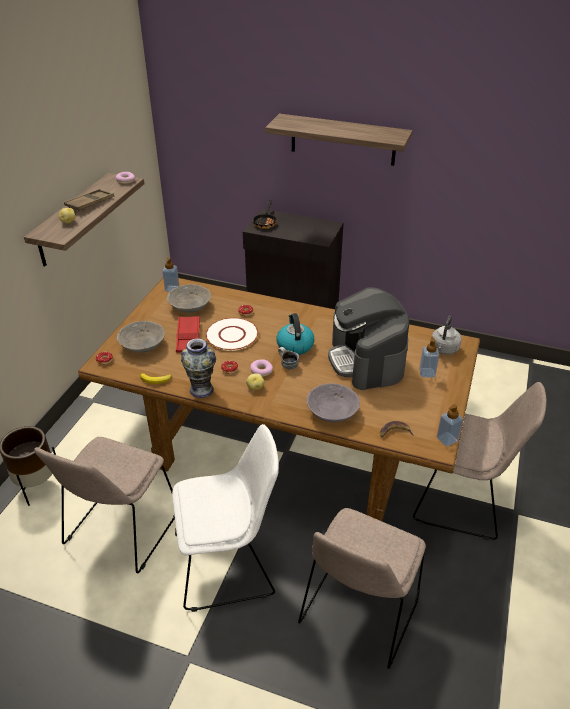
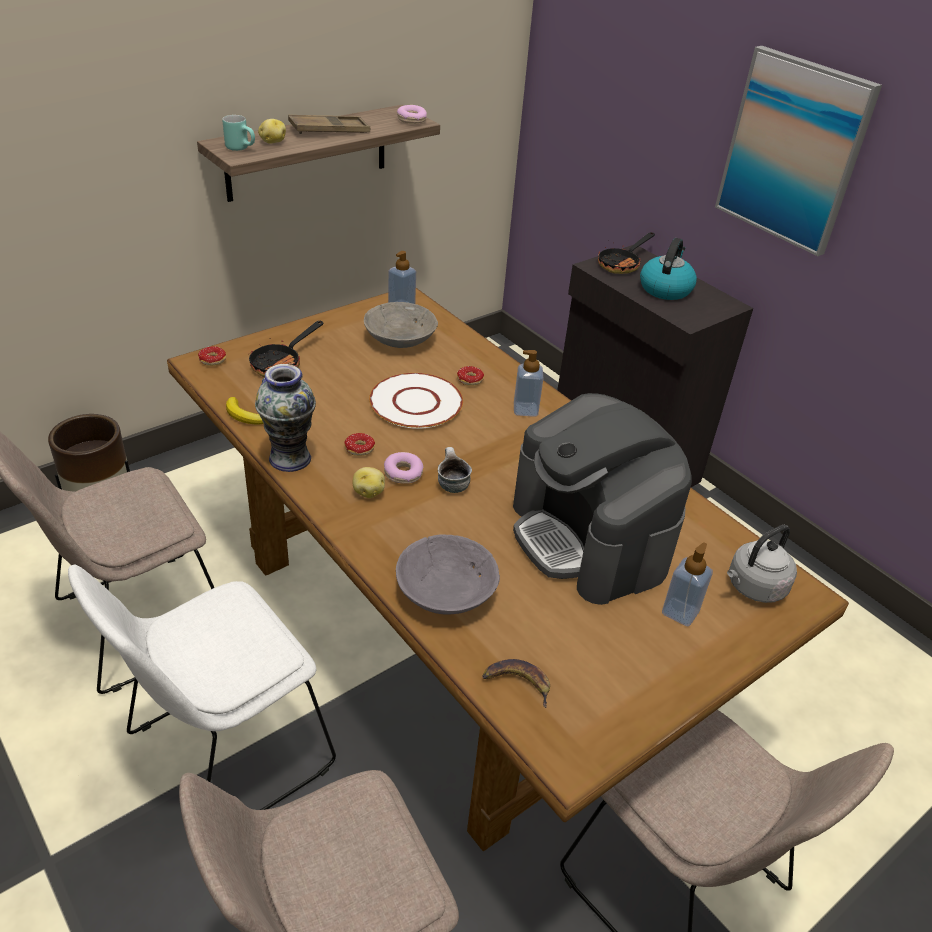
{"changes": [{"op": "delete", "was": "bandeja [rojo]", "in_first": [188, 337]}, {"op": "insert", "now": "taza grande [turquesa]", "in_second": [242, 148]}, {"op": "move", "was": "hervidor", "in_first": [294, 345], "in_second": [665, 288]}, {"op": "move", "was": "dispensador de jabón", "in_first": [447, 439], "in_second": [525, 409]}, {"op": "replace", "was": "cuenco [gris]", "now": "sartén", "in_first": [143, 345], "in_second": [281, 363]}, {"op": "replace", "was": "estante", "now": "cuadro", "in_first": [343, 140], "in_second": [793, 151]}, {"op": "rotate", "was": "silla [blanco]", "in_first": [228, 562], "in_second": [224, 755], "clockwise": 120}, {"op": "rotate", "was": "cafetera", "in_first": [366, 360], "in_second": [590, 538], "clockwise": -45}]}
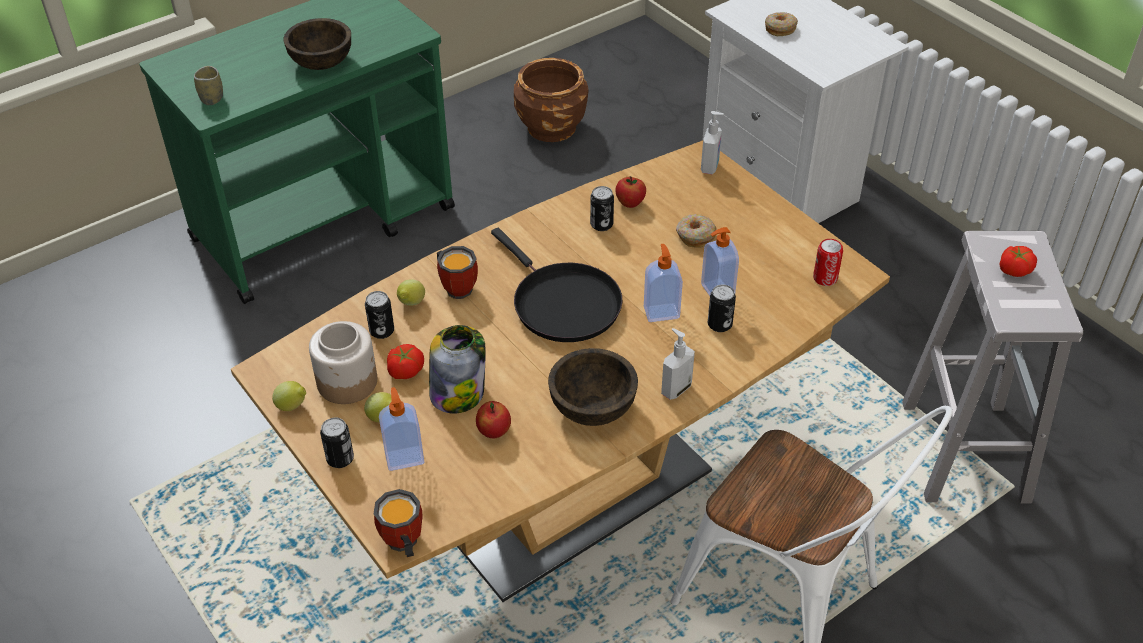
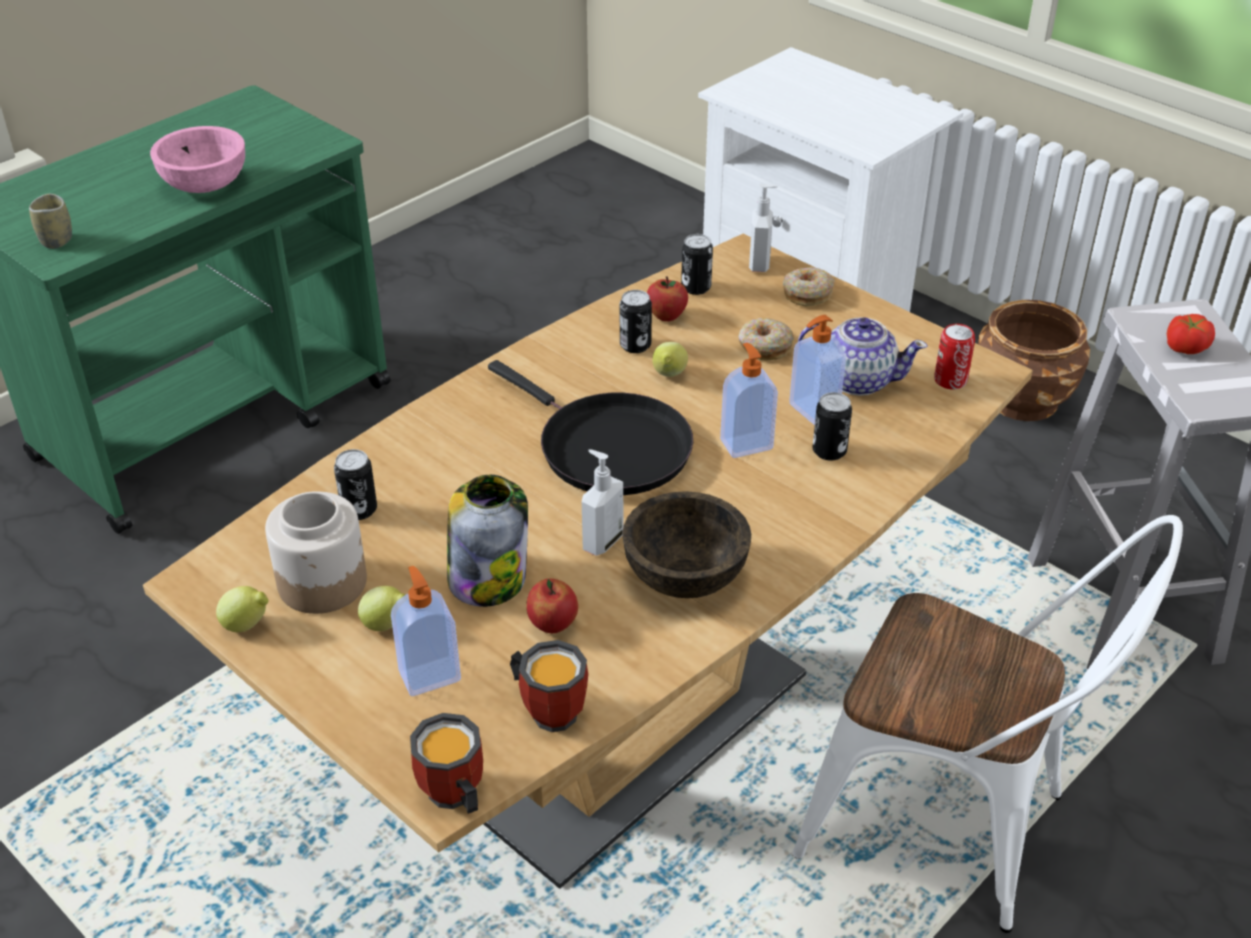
{"changes": [{"op": "delete", "was": "tomate", "in_first": [405, 370]}, {"op": "insert", "now": "tetera", "in_second": [856, 380]}, {"op": "move", "was": "lata", "in_first": [340, 459], "in_second": [696, 288]}, {"op": "move", "was": "limón", "in_first": [411, 304], "in_second": [669, 376]}, {"op": "move", "was": "taza grande", "in_first": [458, 286], "in_second": [550, 708]}, {"op": "move", "was": "maceta [marrón]", "in_first": [552, 127], "in_second": [1023, 399]}, {"op": "move", "was": "dispensador de jabón", "in_first": [675, 389], "in_second": [602, 541]}, {"op": "move", "was": "rosquilla", "in_first": [780, 29], "in_second": [807, 294]}, {"op": "recolor", "was": "cuenco [marrón]", "now": "cuenco [rosa]", "in_first": [322, 62], "in_second": [205, 184]}]}
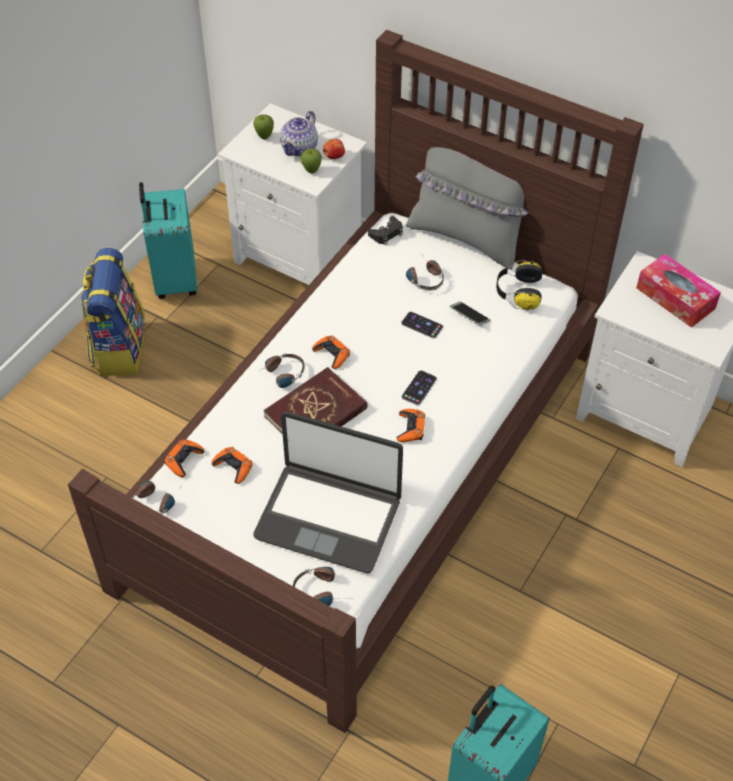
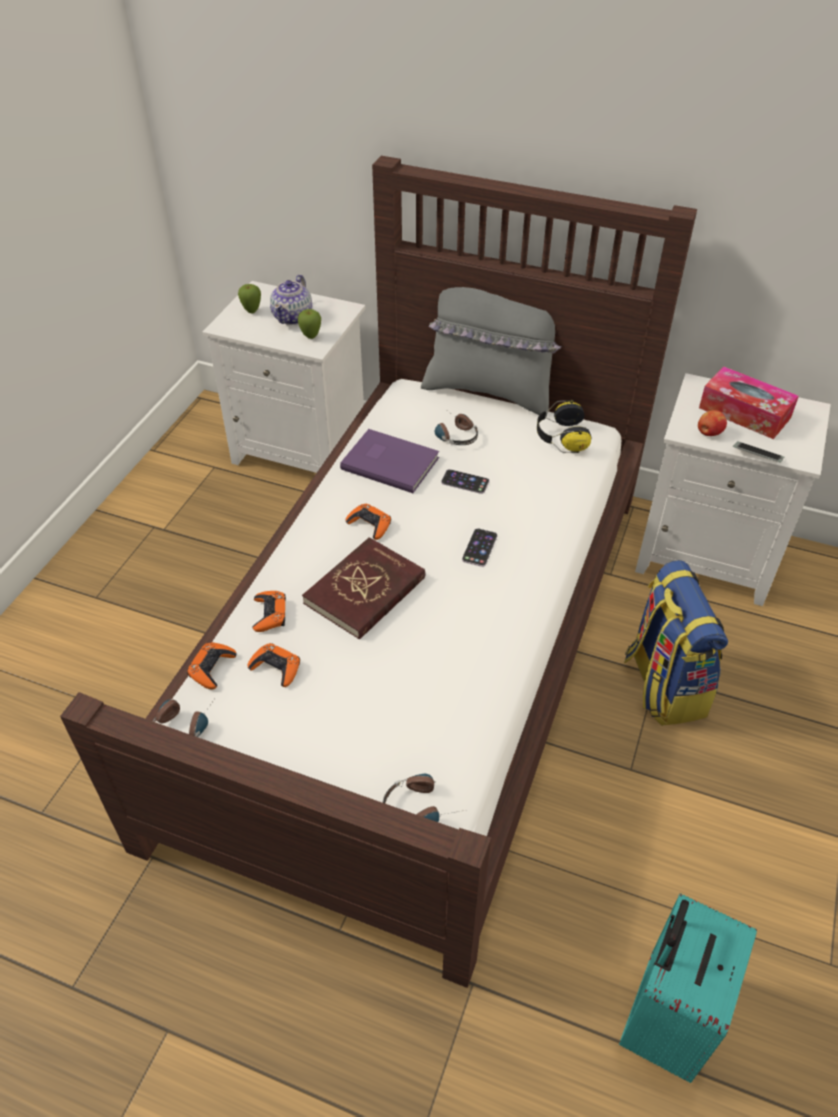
{"changes": [{"op": "delete", "was": "maleta [turquesa]", "in_first": [174, 280]}, {"op": "delete", "was": "portátil", "in_first": [328, 517]}, {"op": "delete", "was": "auriculares", "in_first": [279, 376]}, {"op": "delete", "was": "mando de consola [negro]", "in_first": [387, 234]}, {"op": "insert", "now": "libro [morado]", "in_second": [390, 461]}, {"op": "move", "was": "mochila", "in_first": [118, 347], "in_second": [663, 685]}, {"op": "move", "was": "manzana", "in_first": [333, 156], "in_second": [708, 433]}, {"op": "move", "was": "mando de consola [naranja]", "in_first": [410, 428], "in_second": [270, 614]}, {"op": "move", "was": "móvil", "in_first": [469, 316], "in_second": [757, 456]}]}
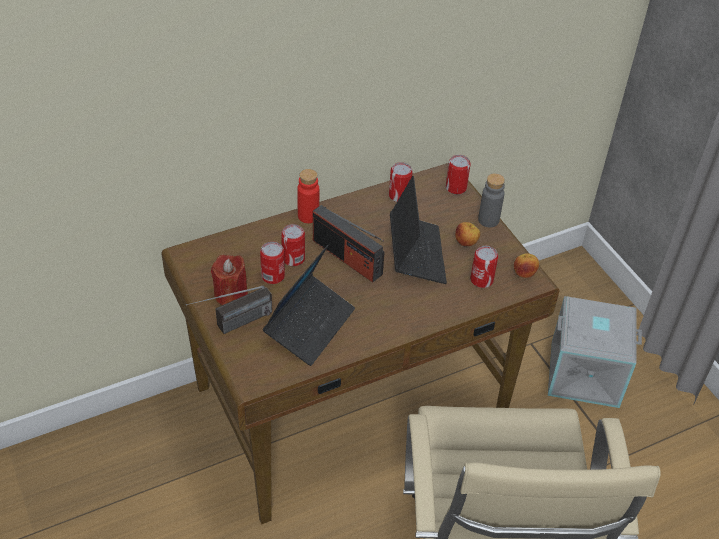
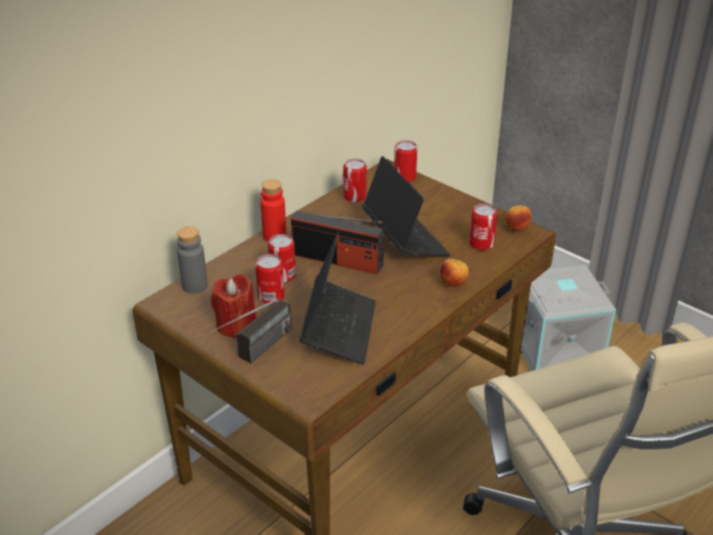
{"changes": [{"op": "move", "was": "manzana", "in_first": [466, 243], "in_second": [453, 283]}, {"op": "move", "was": "botella [gris]", "in_first": [488, 220], "in_second": [195, 286]}]}
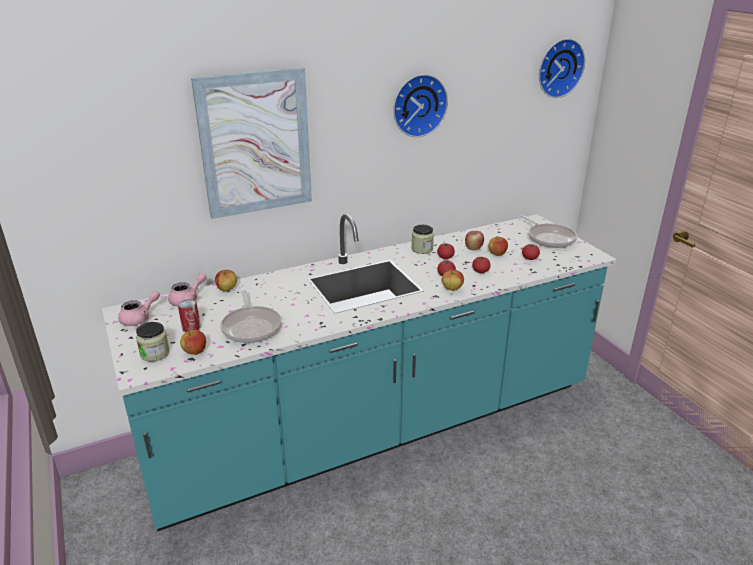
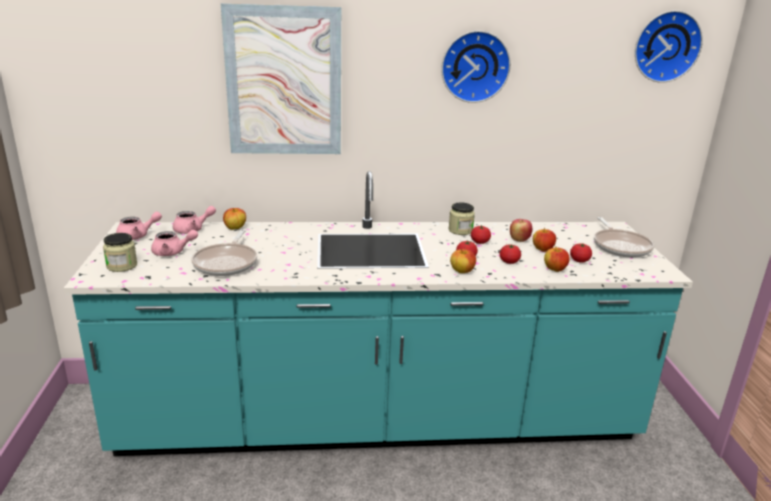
{"changes": [{"op": "move", "was": "manzana", "in_first": [195, 352], "in_second": [554, 269]}, {"op": "replace", "was": "lata", "now": "tetera [rosa]", "in_first": [191, 328], "in_second": [173, 252]}]}
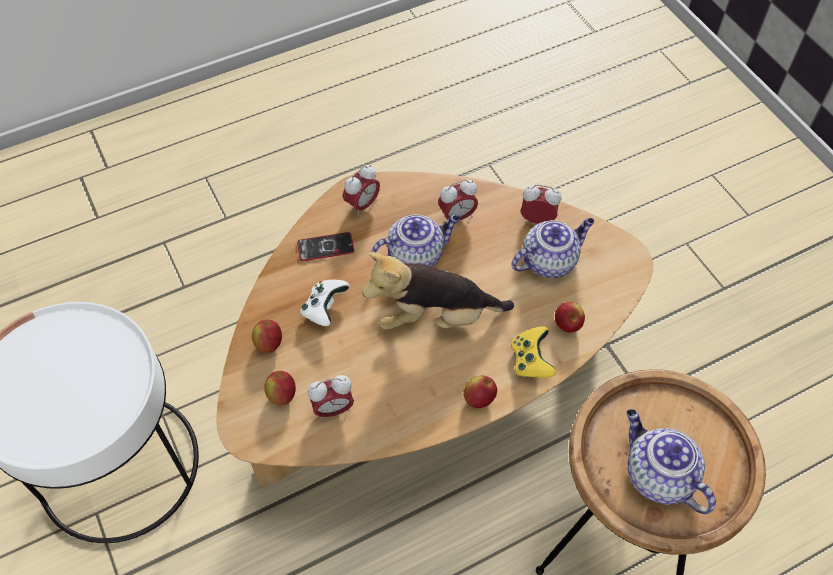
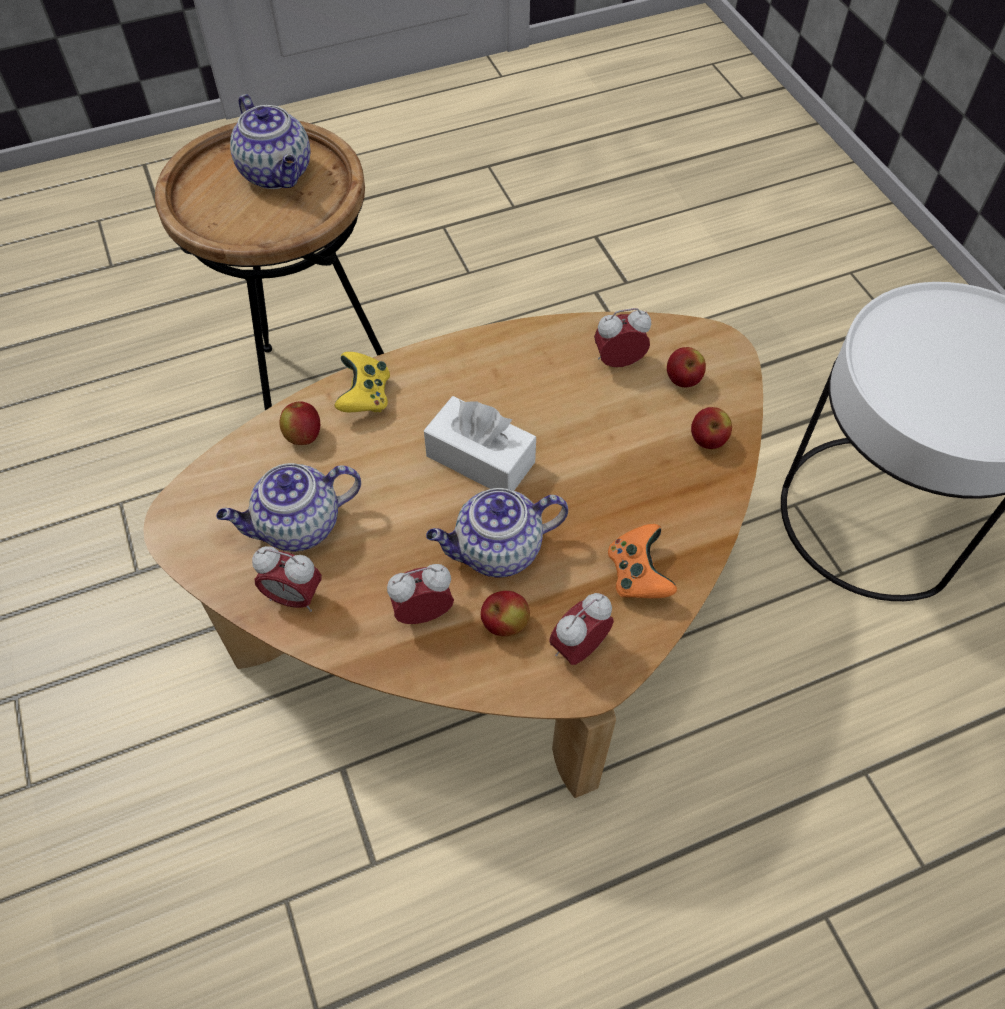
{"changes": [{"op": "delete", "was": "mando de consola [blanco]", "in_first": [324, 308]}, {"op": "move", "was": "manzana", "in_first": [479, 399], "in_second": [505, 624]}, {"op": "replace", "was": "móvil", "now": "mando de consola [naranja]", "in_first": [325, 247], "in_second": [638, 574]}, {"op": "replace", "was": "peluche", "now": "caja de pañuelos [blanco]", "in_first": [435, 317], "in_second": [480, 459]}]}
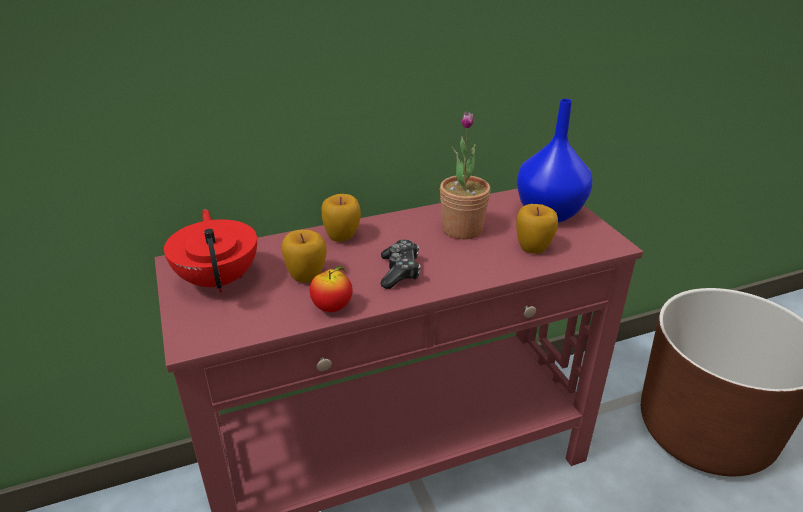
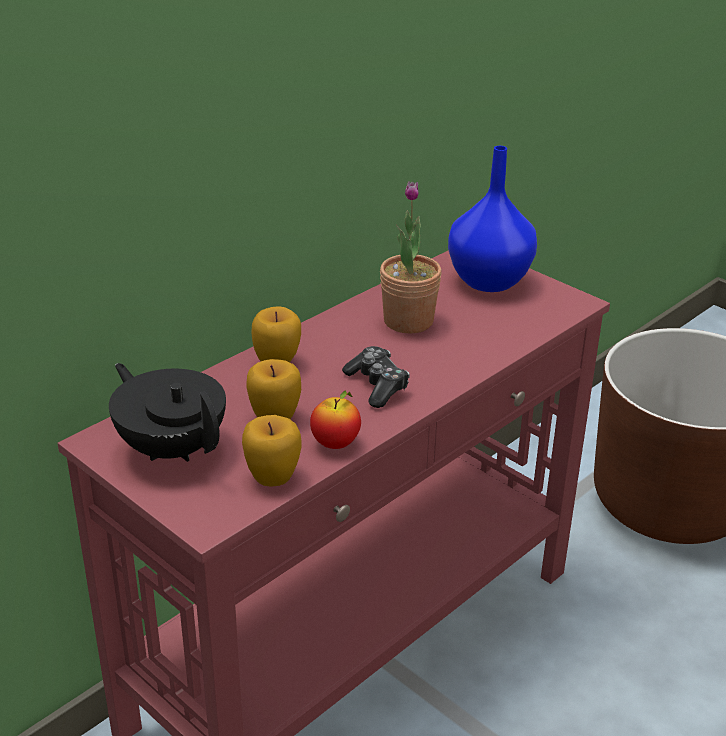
{"changes": [{"op": "move", "was": "manzana", "in_first": [533, 248], "in_second": [273, 477]}, {"op": "recolor", "was": "tetera [rojo]", "now": "tetera [negro]", "in_first": [219, 279], "in_second": [172, 447]}]}
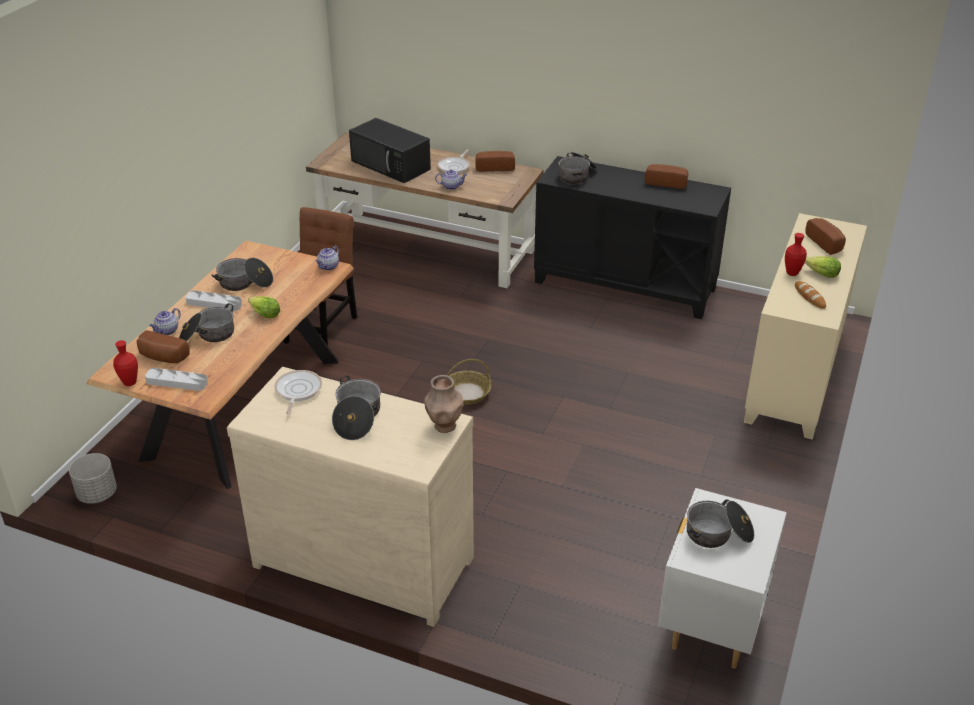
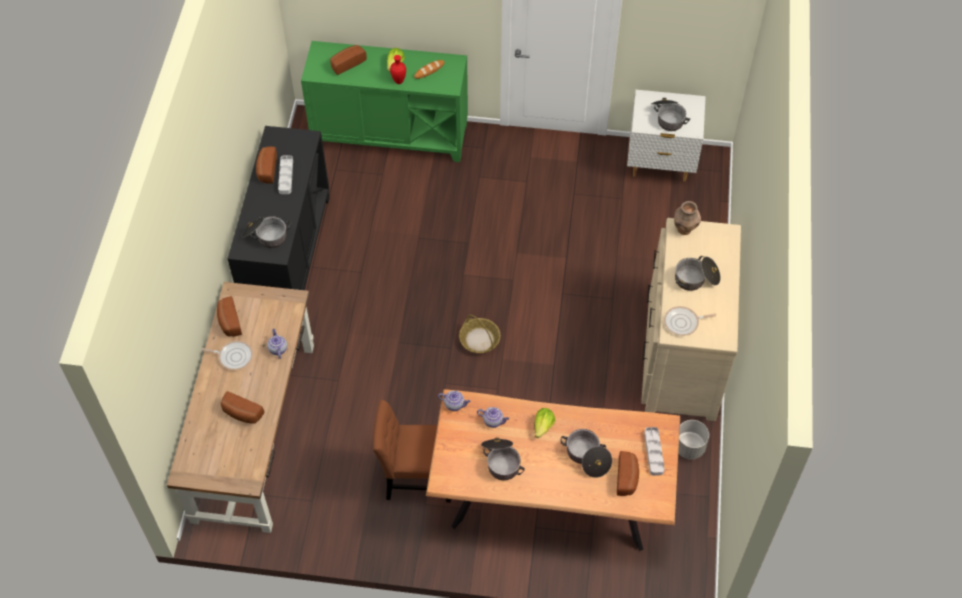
{"changes": [{"op": "delete", "was": "florero [rojo]", "in_first": [130, 383]}, {"op": "move", "was": "maceta [gris]", "in_first": [97, 494], "in_second": [689, 447]}, {"op": "move", "was": "tetera", "in_first": [167, 331], "in_second": [493, 421]}, {"op": "move", "was": "bandeja [gris]", "in_first": [214, 303], "in_second": [286, 176]}, {"op": "replace", "was": "microondas [negro]", "now": "pan", "in_first": [391, 165], "in_second": [241, 414]}, {"op": "recolor", "was": "armario [beis]", "now": "armario [verde]", "in_first": [796, 374], "in_second": [390, 135]}]}
